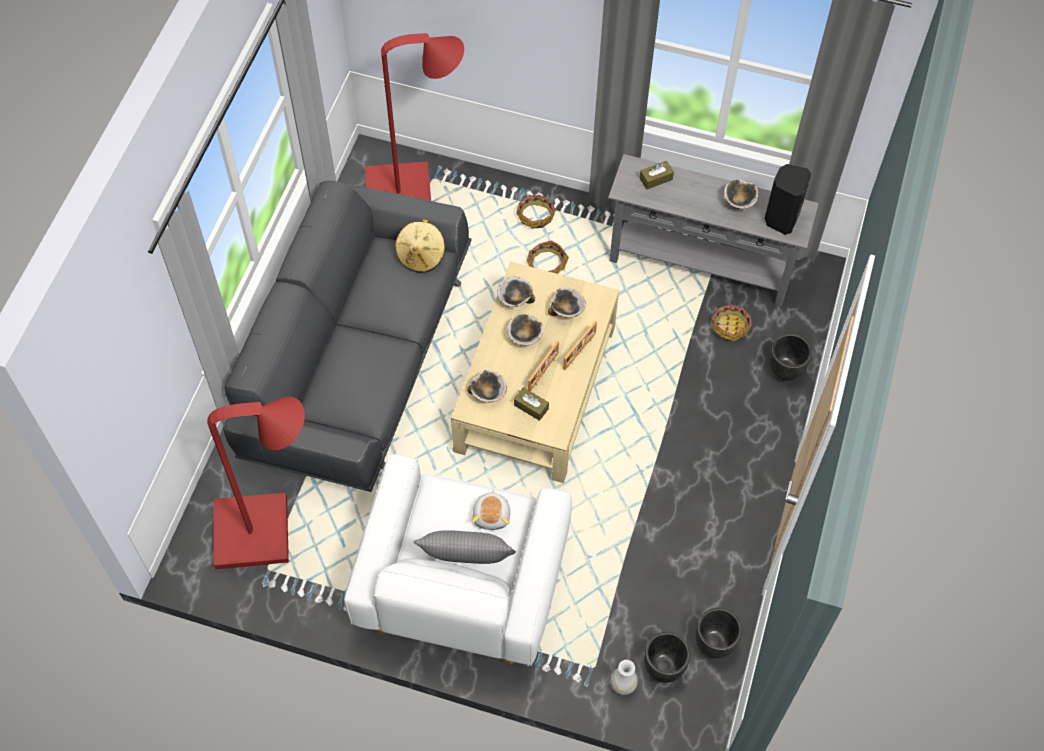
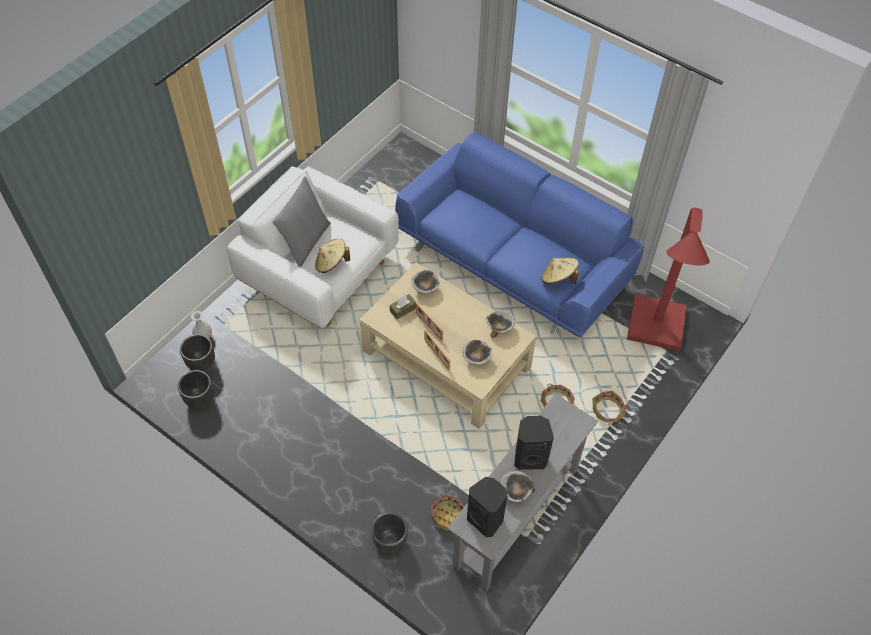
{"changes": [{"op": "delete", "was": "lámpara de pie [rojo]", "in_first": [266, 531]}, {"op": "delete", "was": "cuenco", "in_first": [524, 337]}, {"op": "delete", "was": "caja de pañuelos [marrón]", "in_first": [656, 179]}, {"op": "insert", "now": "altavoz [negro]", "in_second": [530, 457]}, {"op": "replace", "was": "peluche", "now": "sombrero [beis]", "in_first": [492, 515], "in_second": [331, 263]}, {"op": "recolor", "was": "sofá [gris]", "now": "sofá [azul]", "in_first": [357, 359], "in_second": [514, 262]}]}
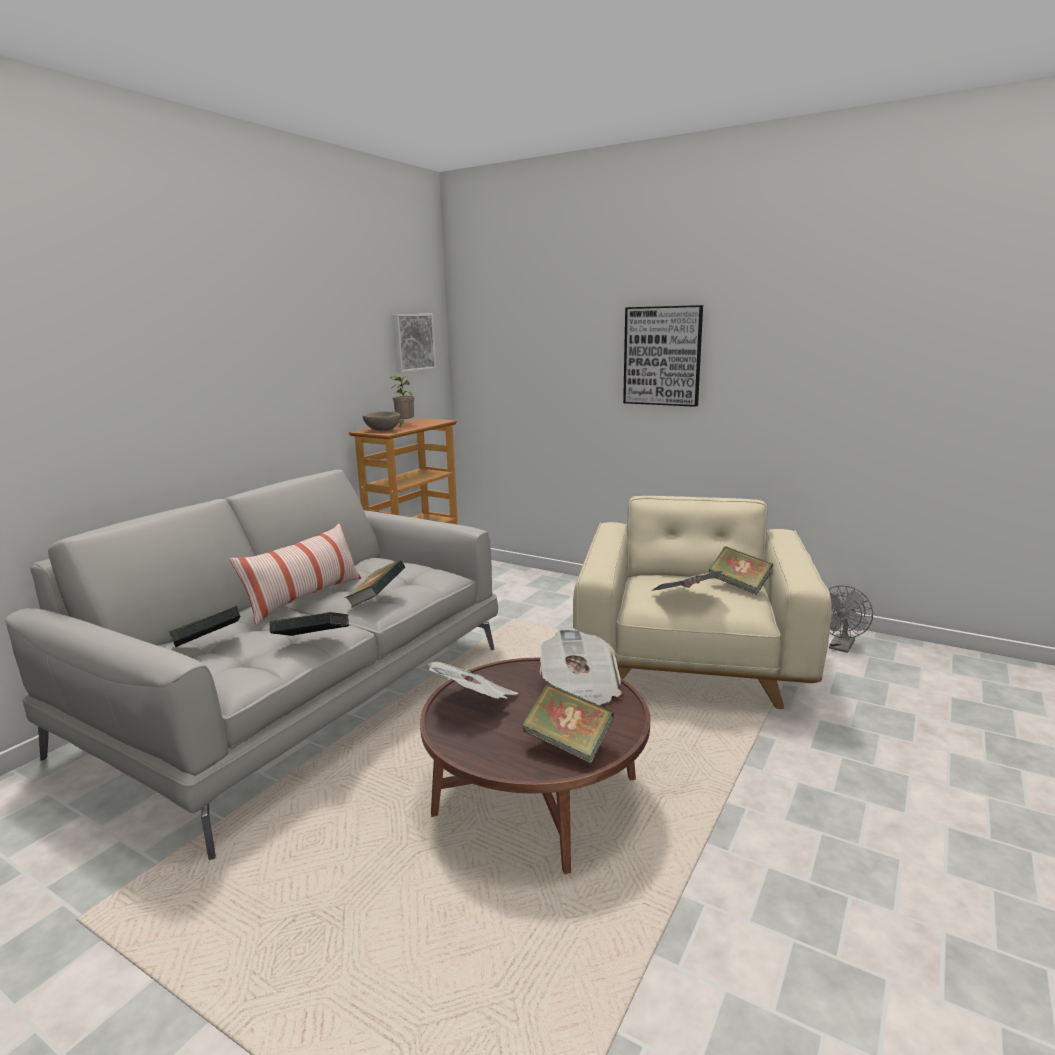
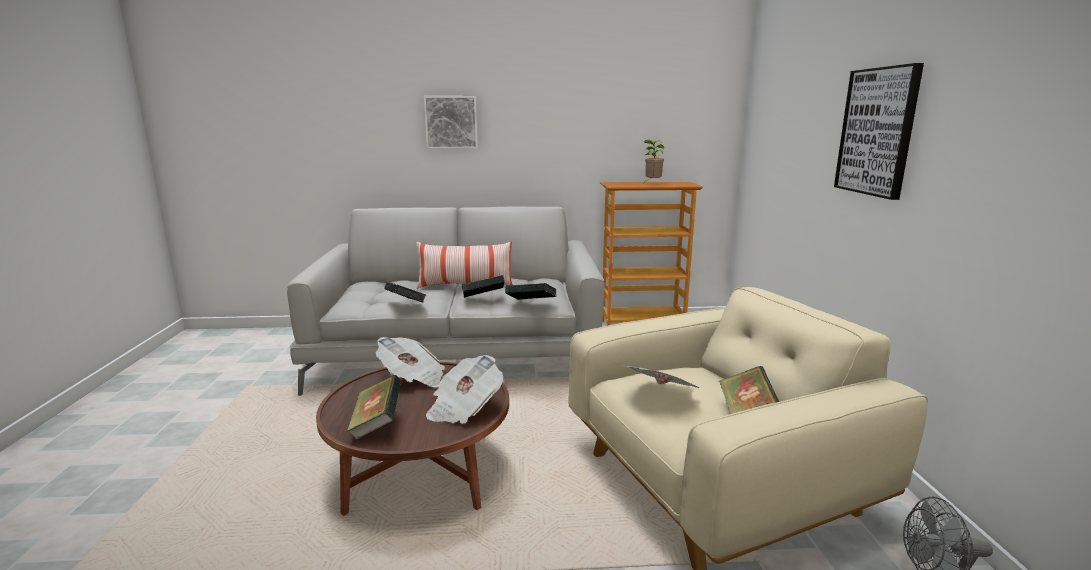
{"changes": [{"op": "delete", "was": "cuenco [beis]", "in_first": [382, 430]}, {"op": "move", "was": "libro", "in_first": [208, 645], "in_second": [531, 305]}, {"op": "move", "was": "cuadro", "in_first": [412, 342], "in_second": [451, 122]}]}
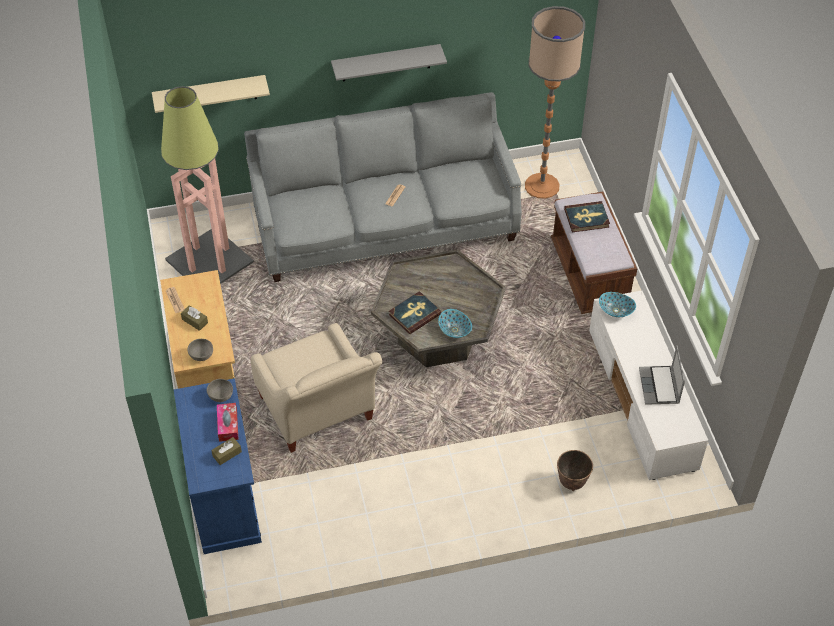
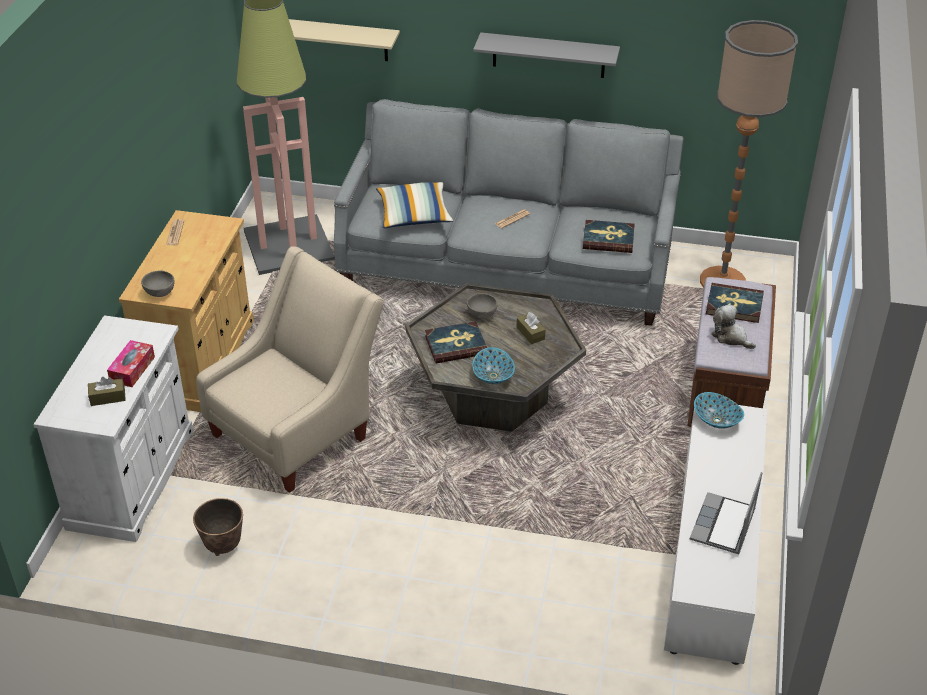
{"changes": [{"op": "insert", "now": "cojín", "in_second": [413, 215]}, {"op": "insert", "now": "libro", "in_second": [608, 239]}, {"op": "insert", "now": "peluche", "in_second": [730, 337]}, {"op": "move", "was": "caja de pañuelos [marrón]", "in_first": [195, 321], "in_second": [530, 333]}, {"op": "move", "was": "cuenco [gris]", "in_first": [221, 397], "in_second": [482, 315]}, {"op": "move", "was": "maceta", "in_first": [572, 482], "in_second": [223, 546]}, {"op": "recolor", "was": "armario [azul]", "now": "armario [blanco]", "in_first": [224, 497], "in_second": [132, 479]}, {"op": "rotate", "was": "sillón [beis]", "in_first": [319, 414], "in_second": [298, 431], "clockwise": -135}]}
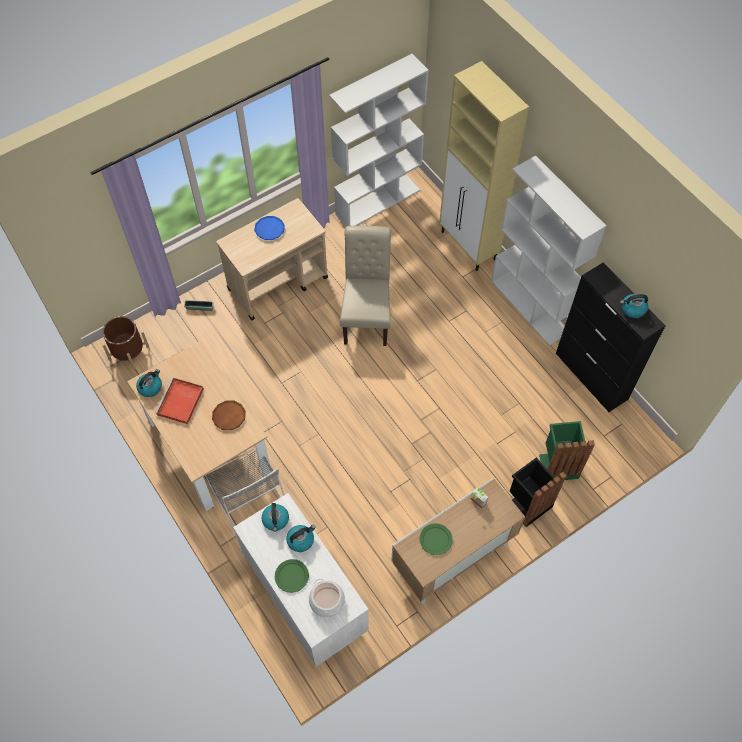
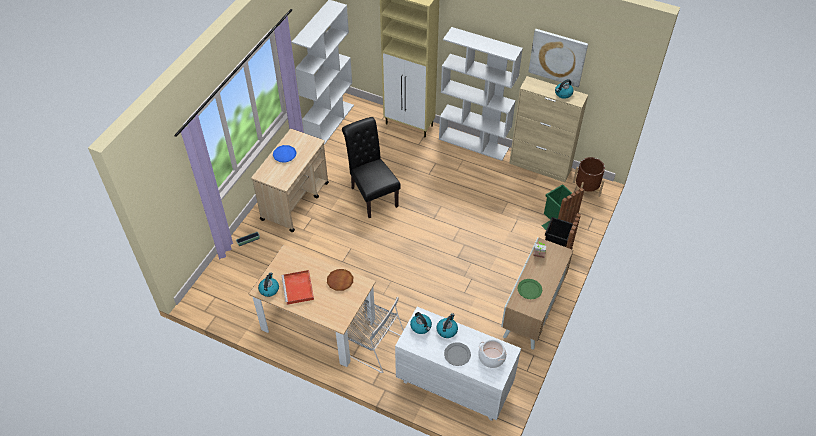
{"changes": [{"op": "insert", "now": "cuadro", "in_second": [557, 57]}, {"op": "move", "was": "maceta [marrón]", "in_first": [129, 353], "in_second": [586, 189]}, {"op": "recolor", "was": "plato [verde]", "now": "plato [gris]", "in_first": [292, 576], "in_second": [457, 355]}, {"op": "recolor", "was": "silla [beis]", "now": "silla [negro]", "in_first": [366, 316], "in_second": [372, 195]}, {"op": "recolor", "was": "armario [negro]", "now": "armario [beis]", "in_first": [591, 376], "in_second": [540, 167]}]}
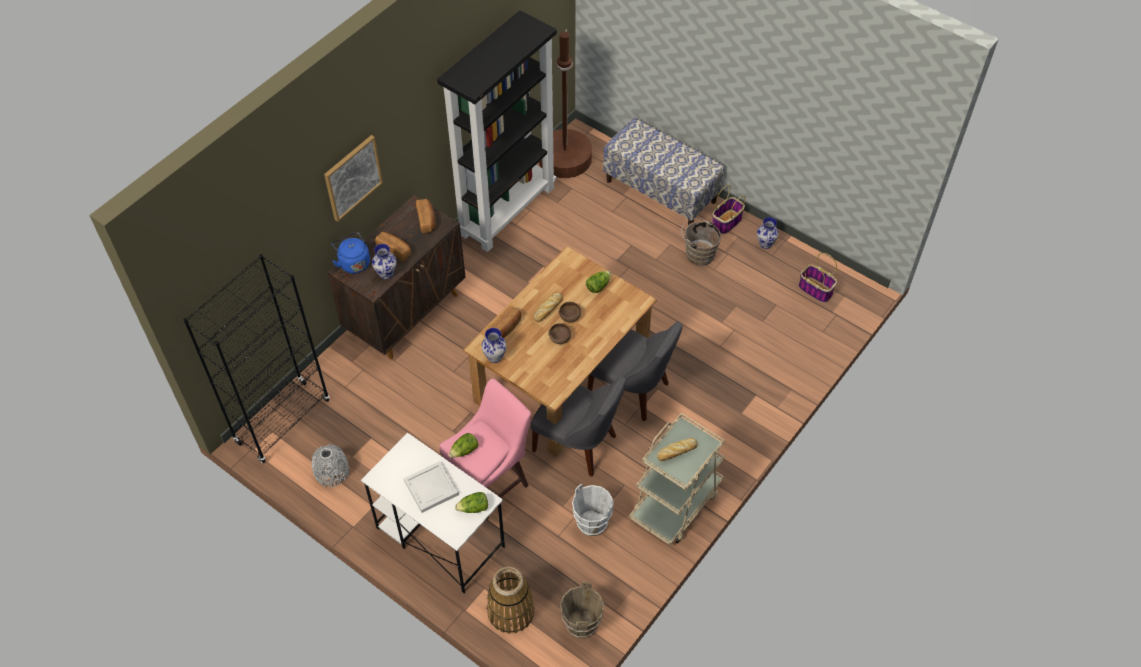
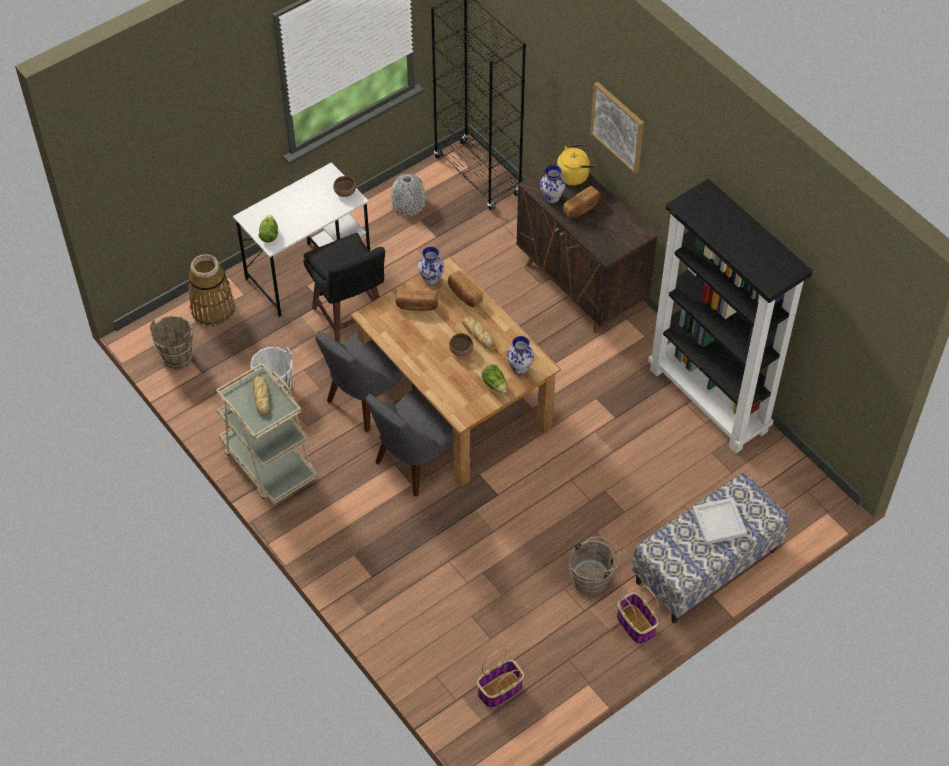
{"changes": [{"op": "delete", "was": "lechuga", "in_first": [464, 451]}, {"op": "delete", "was": "lámpara de pie [marrón]", "in_first": [565, 159]}, {"op": "move", "was": "bandeja [blanco]", "in_first": [430, 487], "in_second": [719, 521]}, {"op": "move", "was": "pan", "in_first": [427, 220], "in_second": [417, 305]}, {"op": "move", "was": "cuenco [marrón]", "in_first": [559, 338], "in_second": [345, 191]}, {"op": "move", "was": "florero", "in_first": [765, 244], "in_second": [519, 368]}, {"op": "recolor", "was": "hervidor [azul]", "now": "hervidor [amarillo]", "in_first": [353, 262], "in_second": [574, 175]}, {"op": "recolor", "was": "taburete [rosa]", "now": "taburete [negro]", "in_first": [491, 483], "in_second": [350, 319]}]}
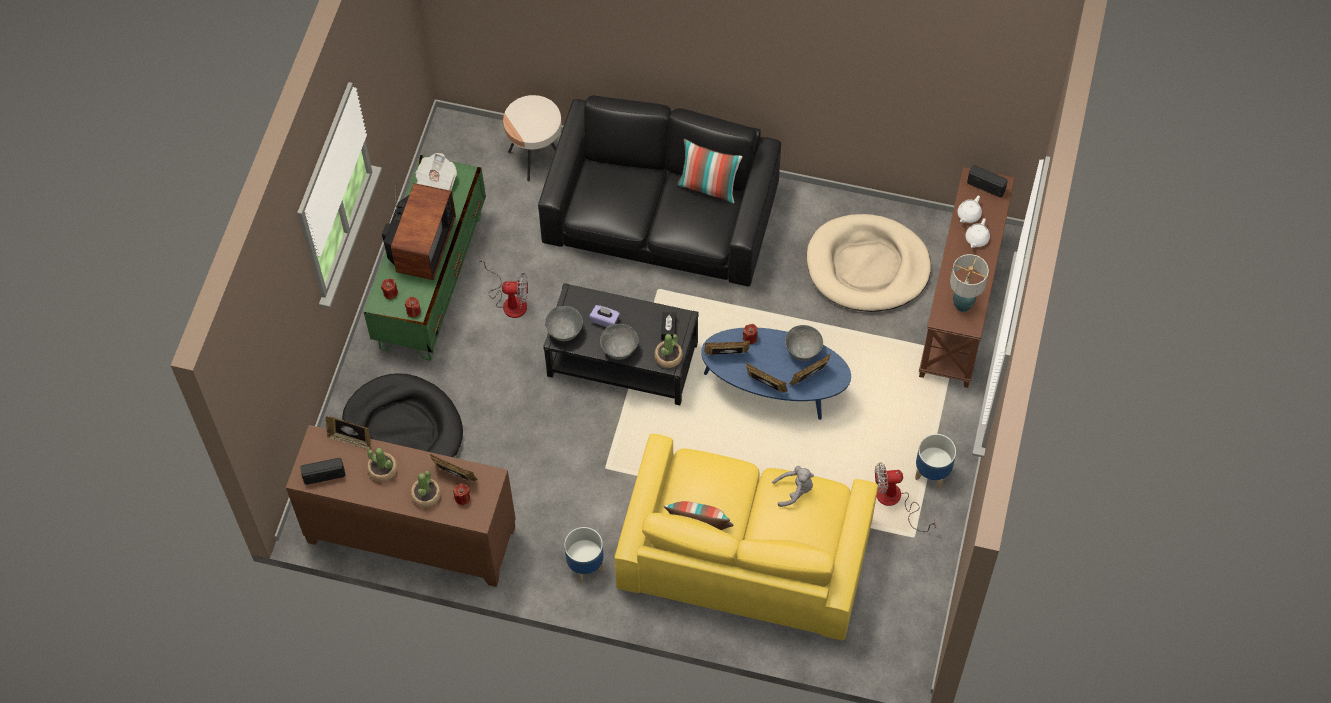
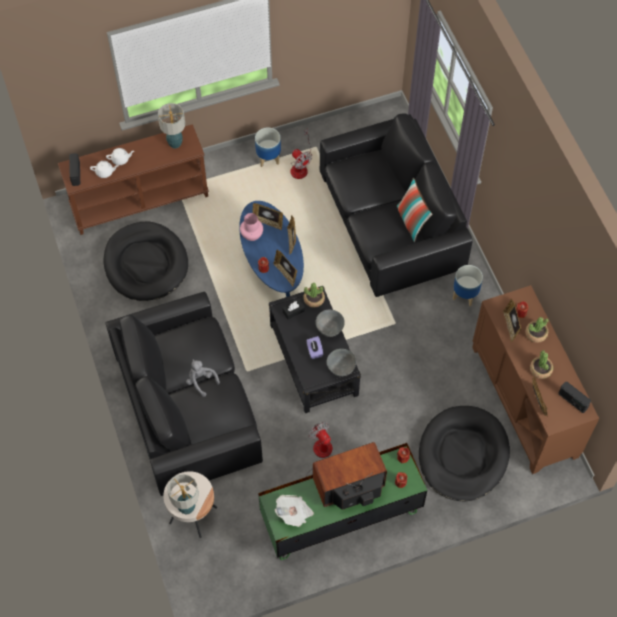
{"changes": [{"op": "delete", "was": "cojín", "in_first": [709, 187]}, {"op": "insert", "now": "lámpara de mesa", "in_second": [187, 507]}, {"op": "move", "was": "peluche [gris]", "in_first": [795, 490], "in_second": [201, 381]}, {"op": "replace", "was": "cuenco [gris]", "now": "florero [rosa]", "in_first": [802, 351], "in_second": [252, 235]}, {"op": "recolor", "was": "sofá [amarillo]", "now": "sofá [negro]", "in_first": [745, 551], "in_second": [390, 221]}, {"op": "recolor", "was": "cama para perro [beis]", "now": "cama para perro [negro]", "in_first": [867, 266], "in_second": [146, 263]}]}
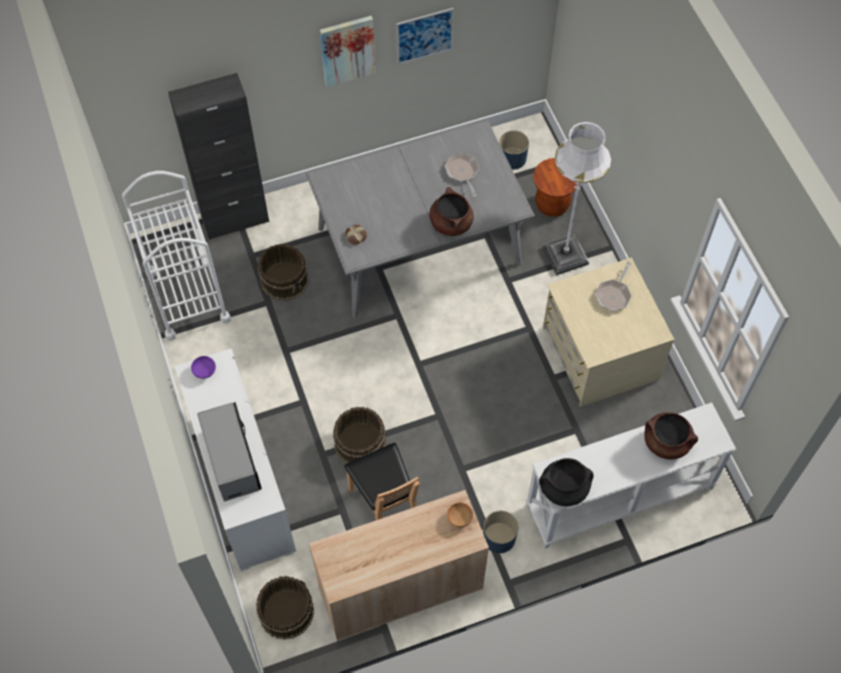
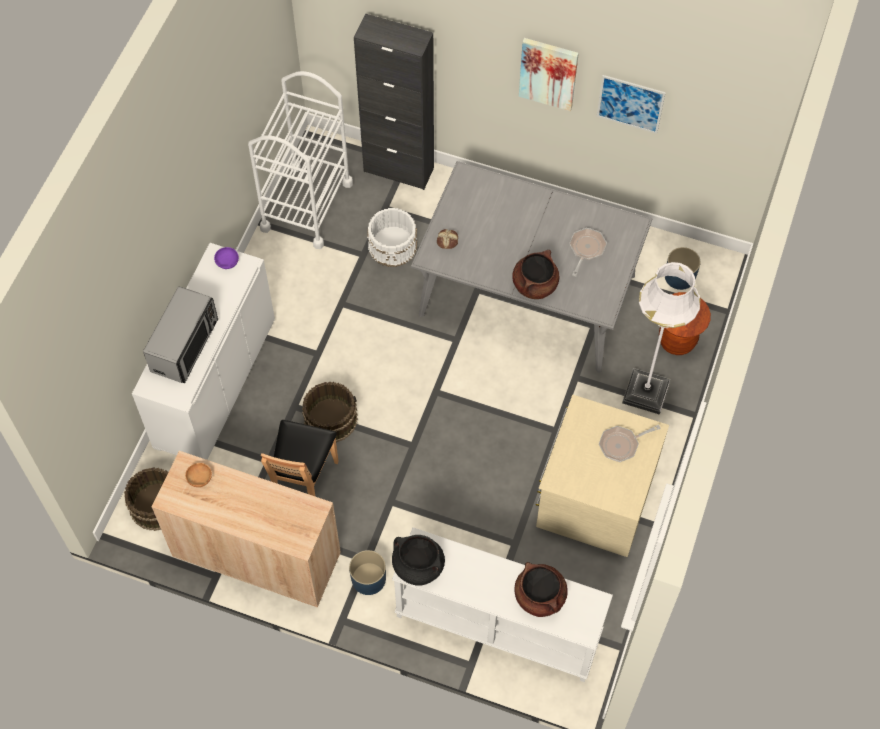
{"changes": [{"op": "move", "was": "cuenco [marrón]", "in_first": [459, 517], "in_second": [200, 478]}, {"op": "recolor", "was": "cubo [marrón]", "now": "cubo [blanco]", "in_first": [285, 279], "in_second": [393, 245]}]}
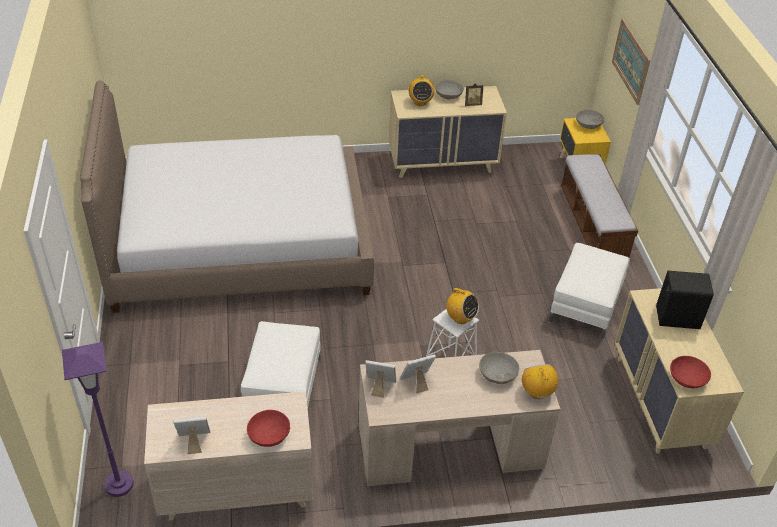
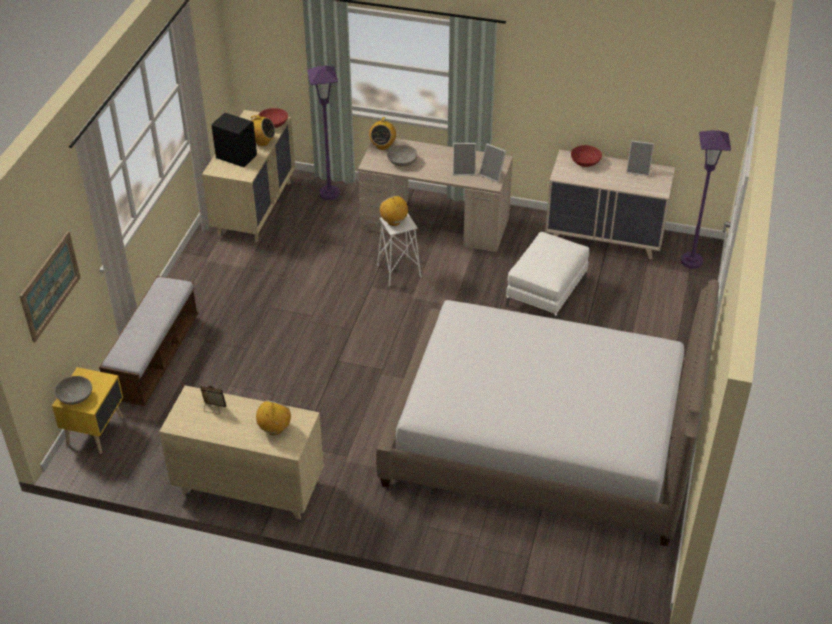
{"changes": [{"op": "delete", "was": "cuenco [gris]", "in_first": [448, 95]}, {"op": "delete", "was": "puf [blanco]", "in_first": [585, 305]}, {"op": "insert", "now": "radio", "in_second": [262, 142]}, {"op": "insert", "now": "lámpara de pie [morado]", "in_second": [329, 194]}]}
